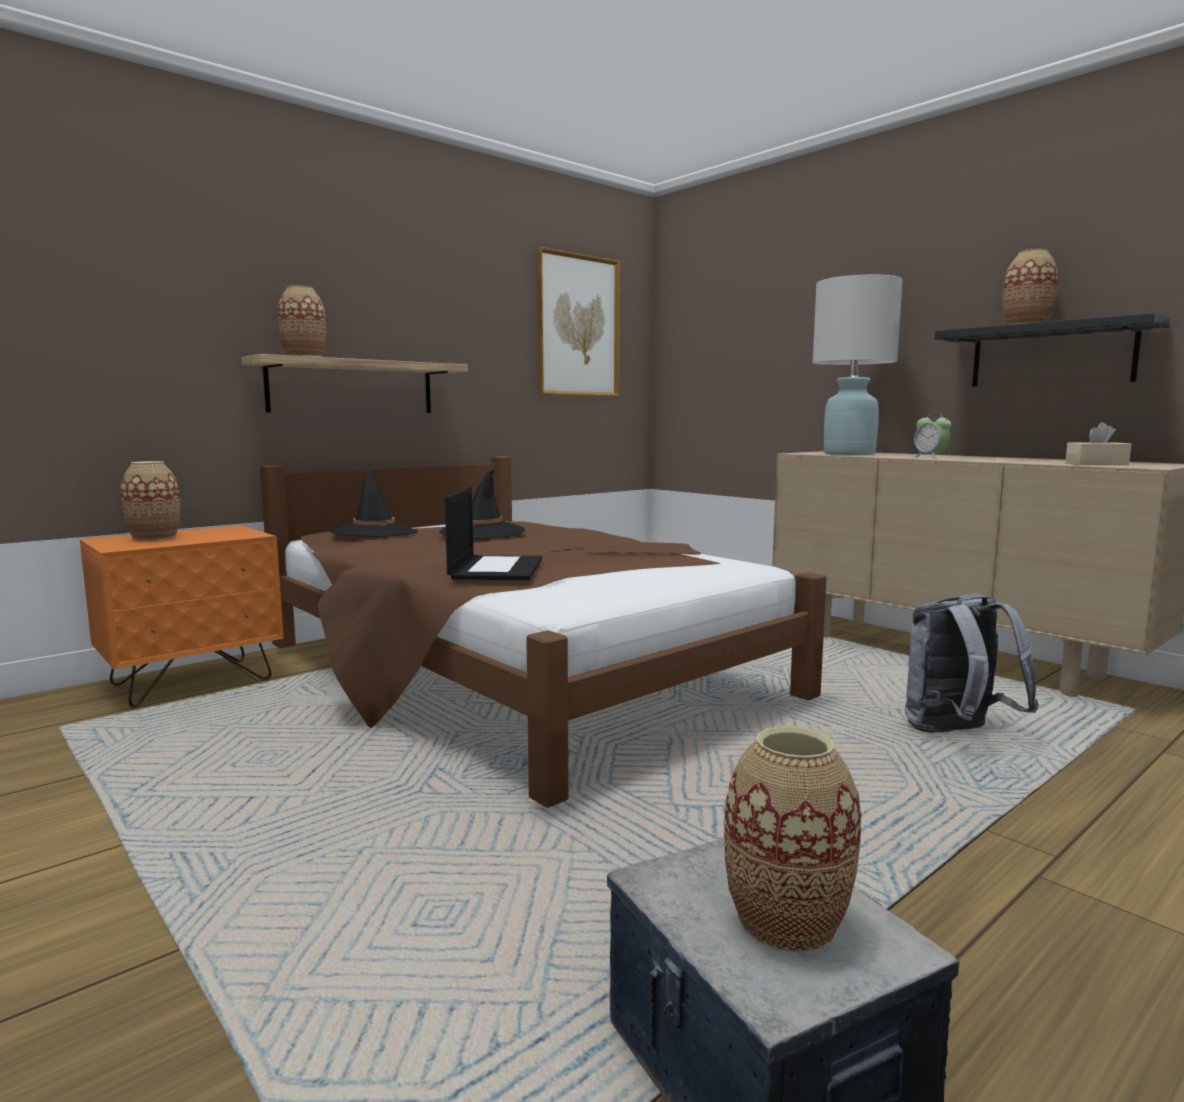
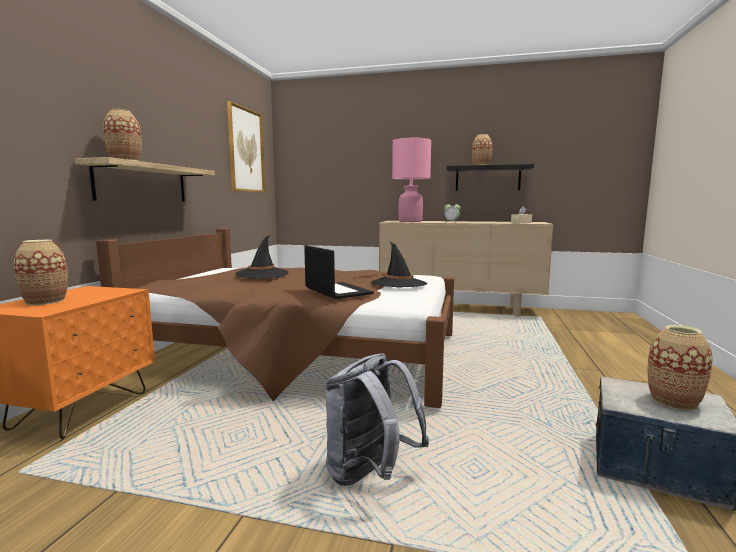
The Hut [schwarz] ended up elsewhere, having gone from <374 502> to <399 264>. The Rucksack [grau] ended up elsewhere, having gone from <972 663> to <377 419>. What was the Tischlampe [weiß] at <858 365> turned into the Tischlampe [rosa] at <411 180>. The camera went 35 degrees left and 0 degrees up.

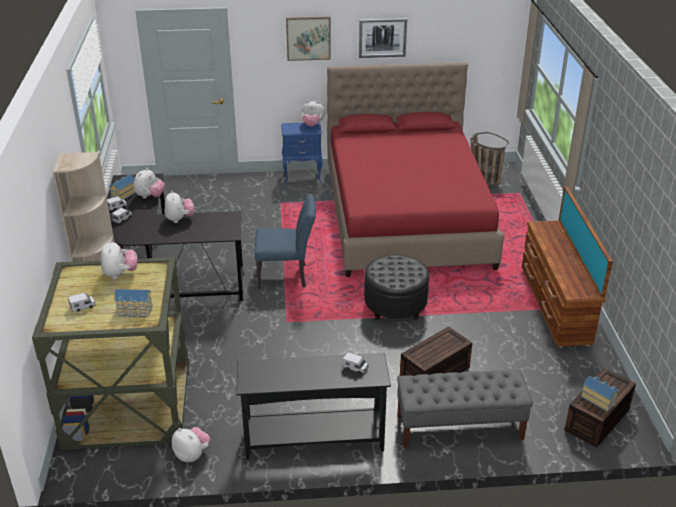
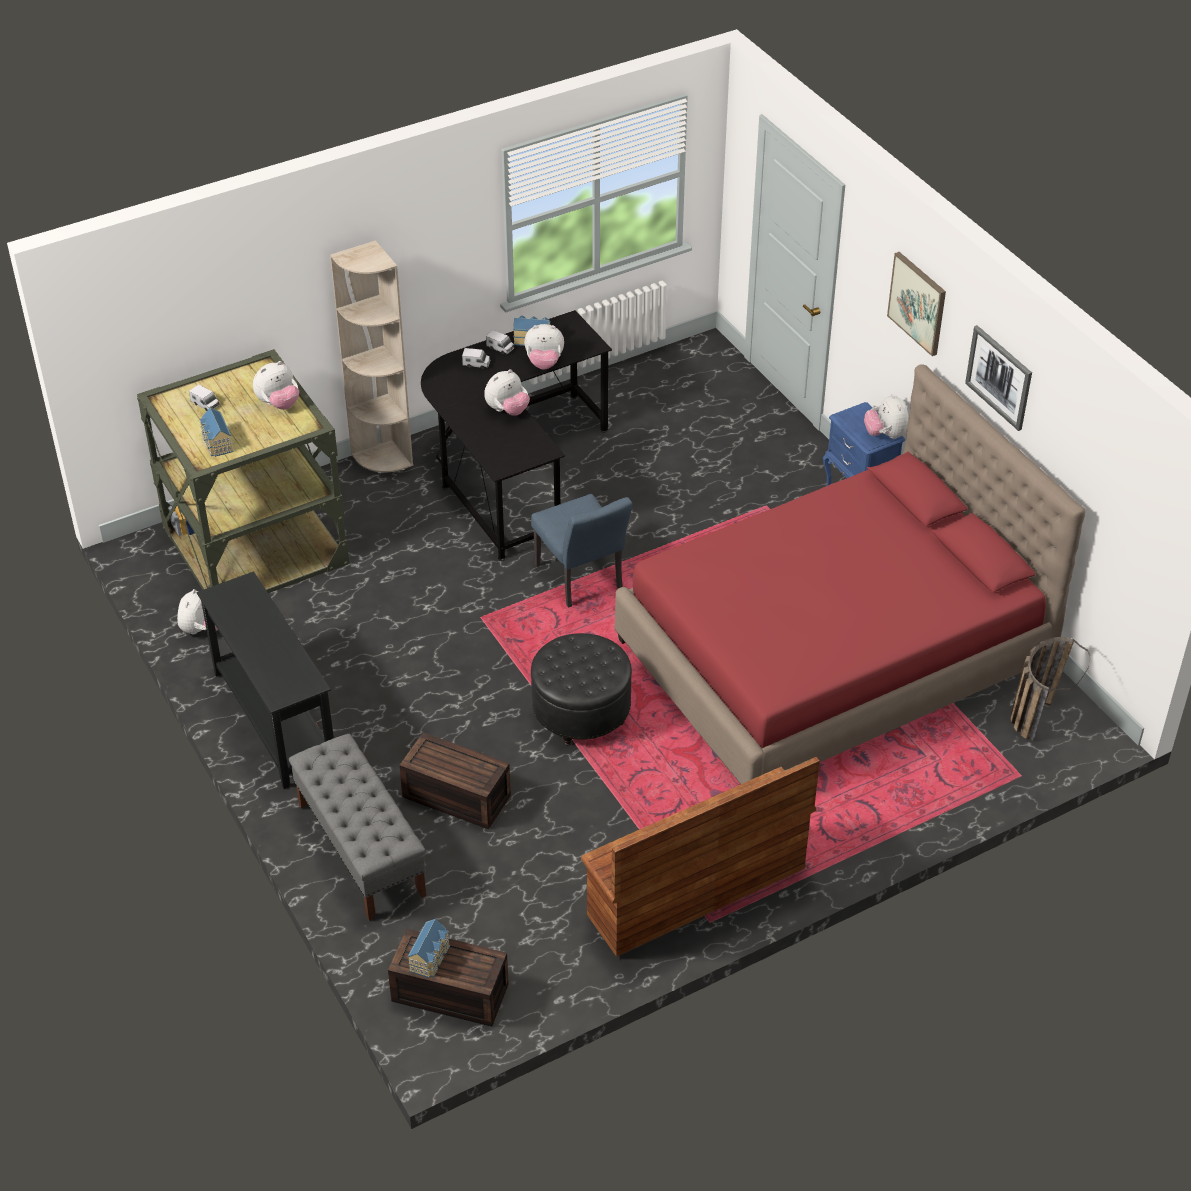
The second view lost the Spielzeuglaster at <355 363>. The camera went 65 degrees right and 10 degrees up.

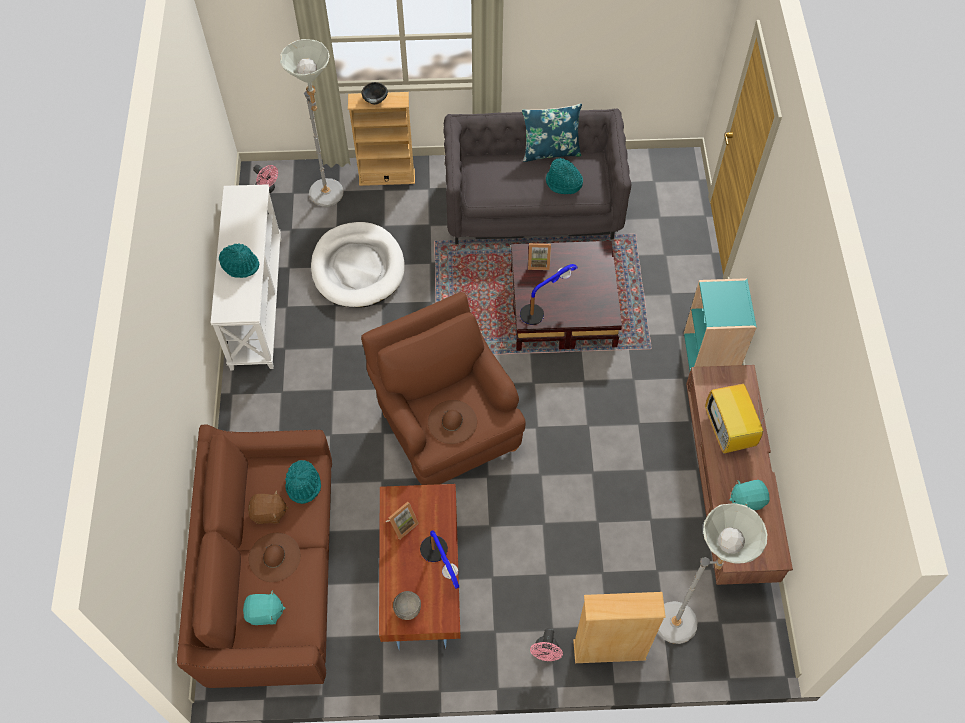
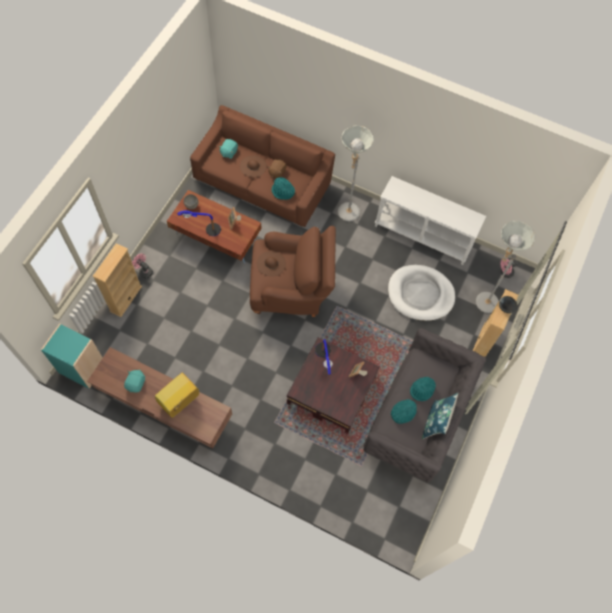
The Hut [türkis] ended up elsewhere, having gone from <239 261> to <423 389>. The Stehlampe [grau] ended up elsewhere, having gone from <712 573> to <356 173>. The Bücherregal [türkis] ended up elsewhere, having gone from <720 324> to <72 356>. The Fernseher at <736 418> ended up facing another way, 60 degrees counterclockwise from before. The camera went 115 degrees right and 5 degrees up.

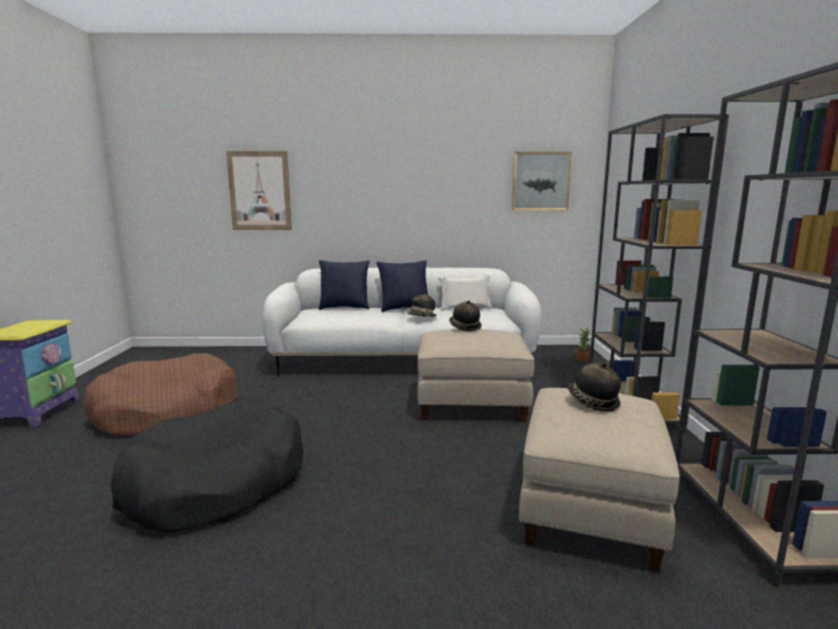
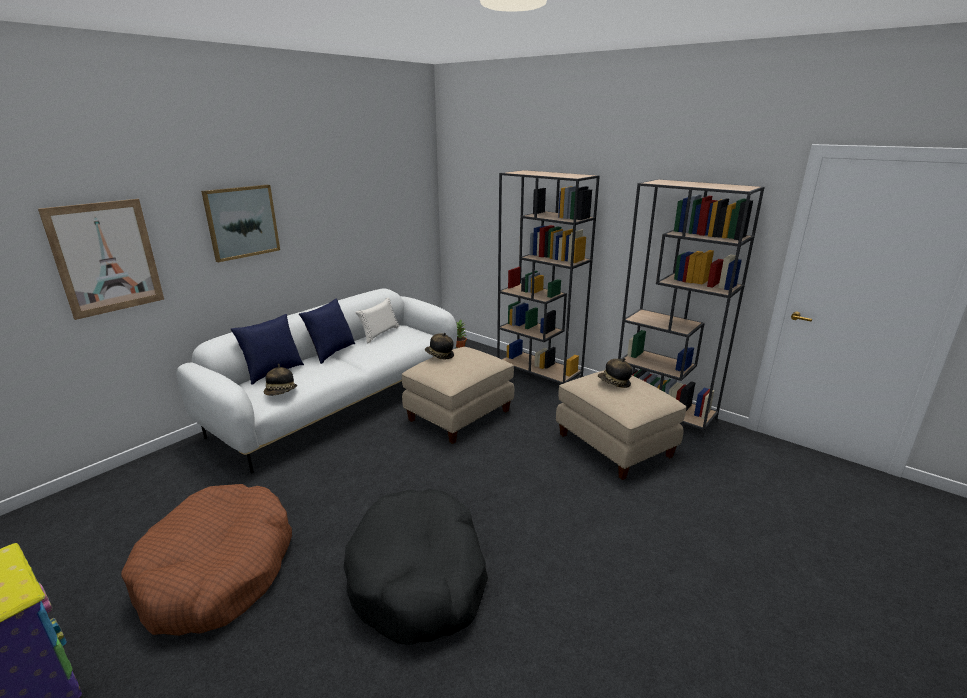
The Hut ended up elsewhere, having gone from <422 304> to <280 380>. The Bild ended up elsewhere, having gone from <542 181> to <240 223>. The camera went 50 degrees left and 10 degrees up.

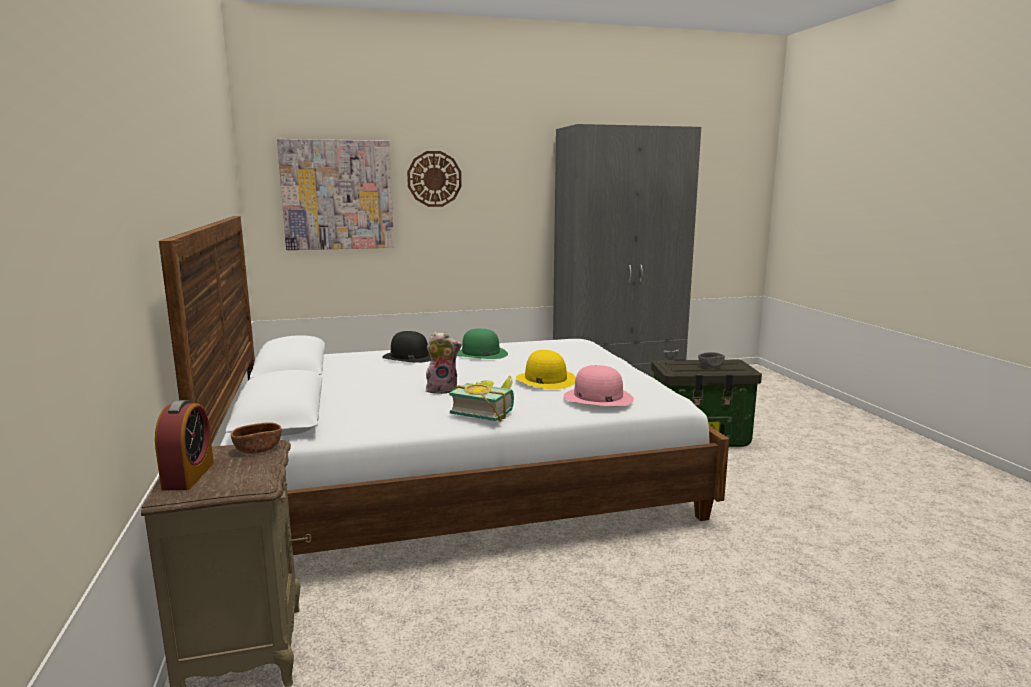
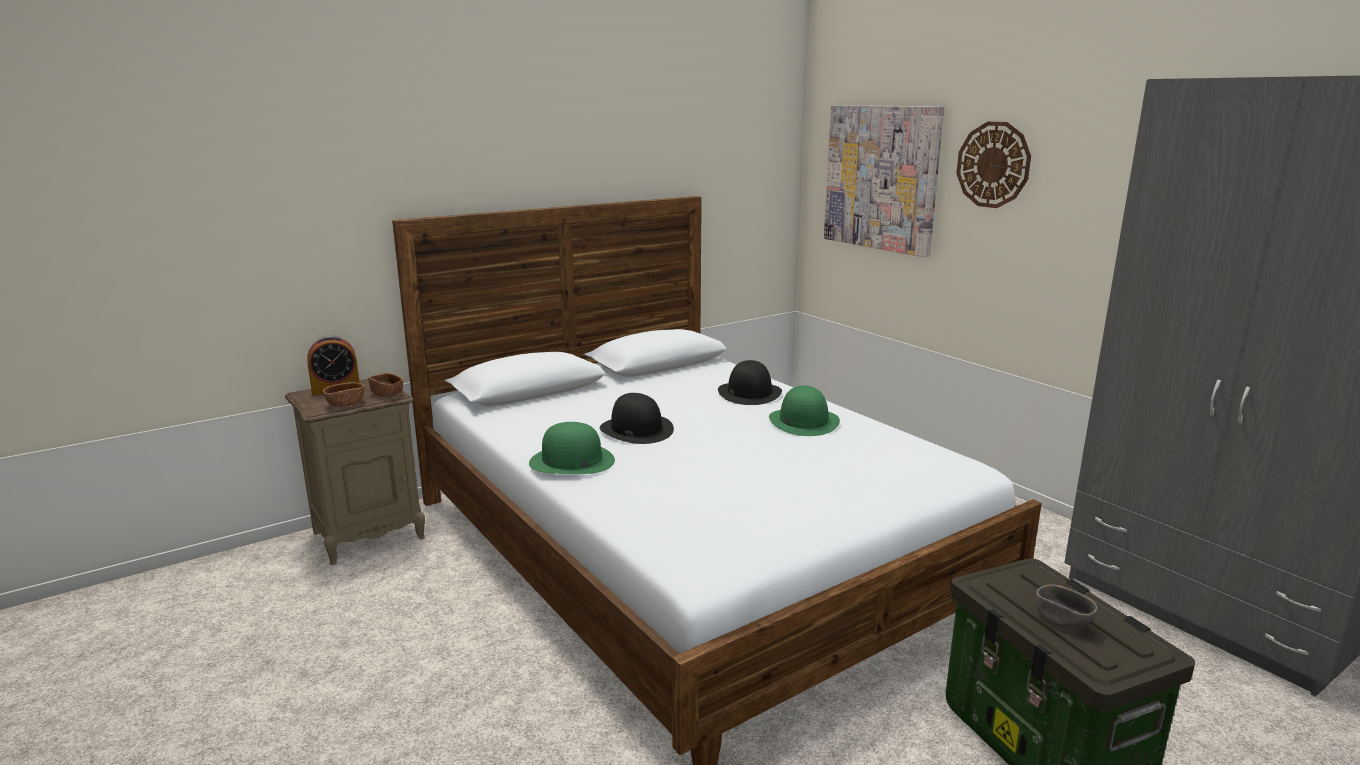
The second view lost the Hut [gelb] at <546 369>. The second view lost the Hut [rosa] at <599 385>. The second view gained the Schüssel [braun] at <343 394>. Where the Plüschtier stood at <444 363>, the Hut [schwarz] came to stand at <637 418>. Where the Buch stood at <481 399>, the Hut [grün] came to stand at <572 448>. The camera went 70 degrees right and 5 degrees up.

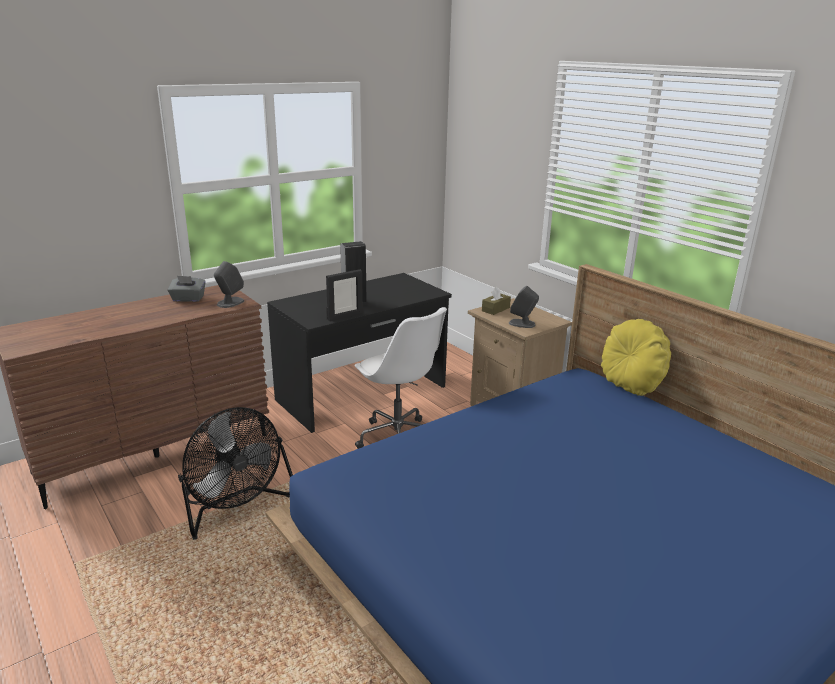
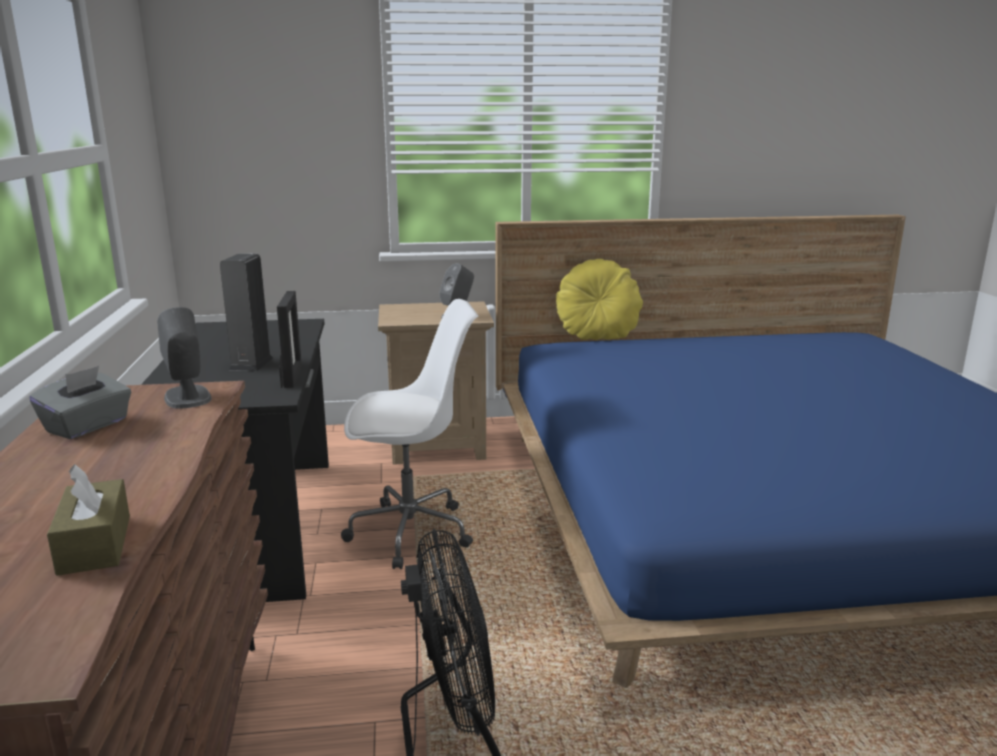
The Taschentuchbox [braun] ended up elsewhere, having gone from <496 301> to <88 520>. The camera went 60 degrees left and 5 degrees down.

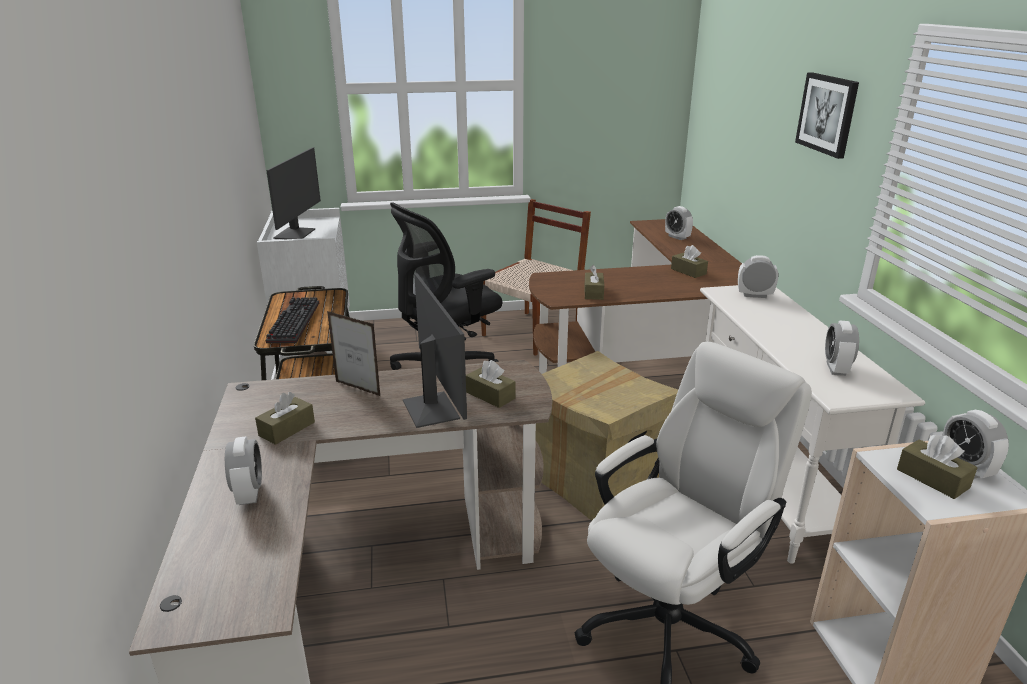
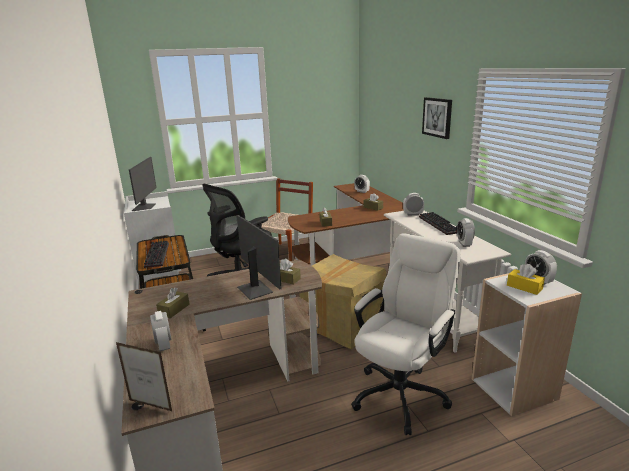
The second view gained the Tastatur at <438 223>. The Bilderrahmen ended up elsewhere, having gone from <353 353> to <144 377>. What was the Taschentuchbox [braun] at <937 467> turned into the Taschentuchbox [gelb] at <526 279>. The camera went 10 degrees left and 5 degrees down.

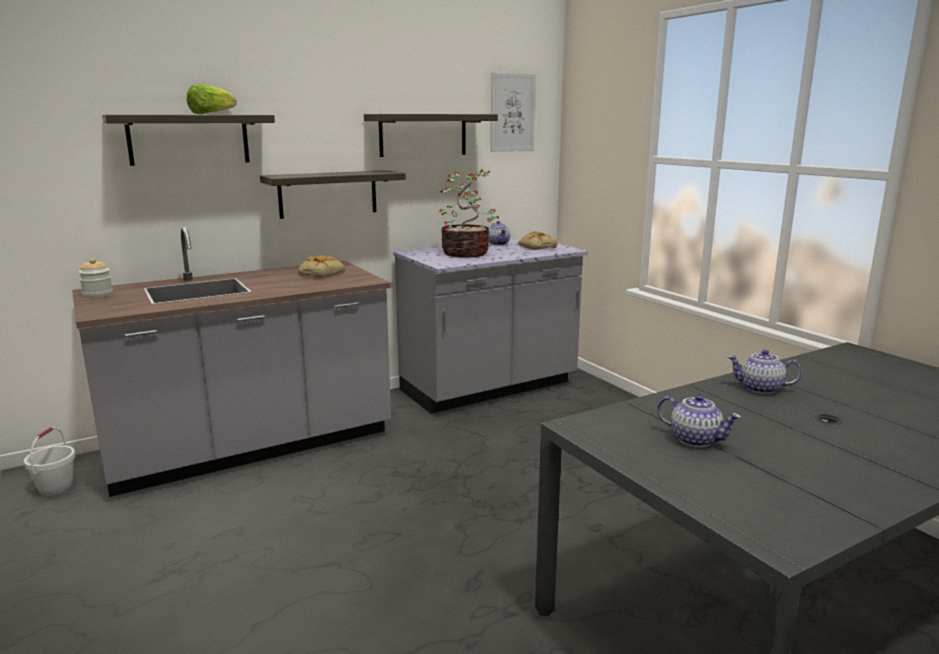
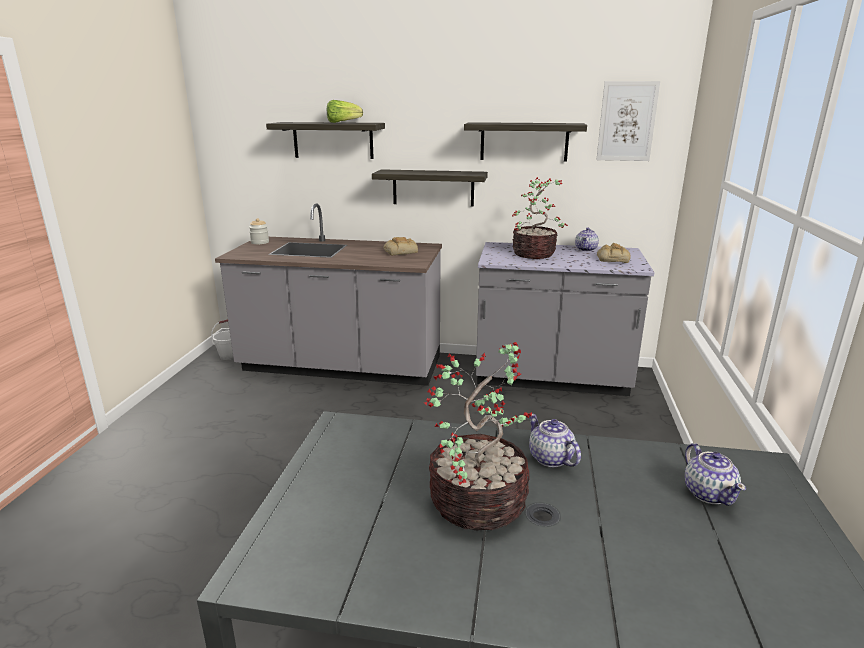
The second view gained the Topfpflanze at <478 436>. The Teekanne ended up elsewhere, having gone from <699 420> to <715 474>. The camera went 40 degrees right and 5 degrees up.

